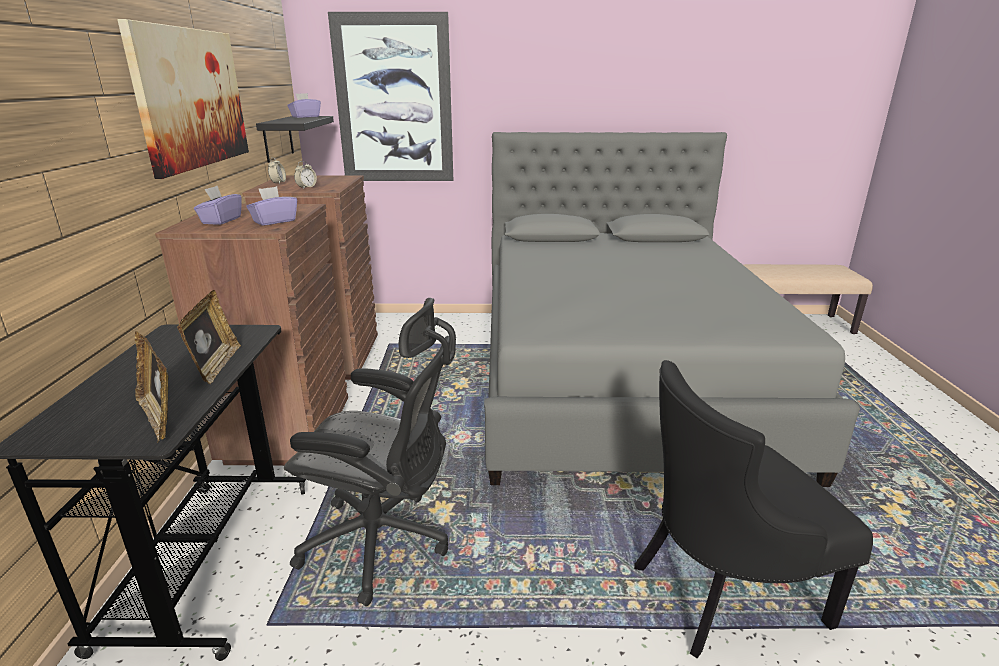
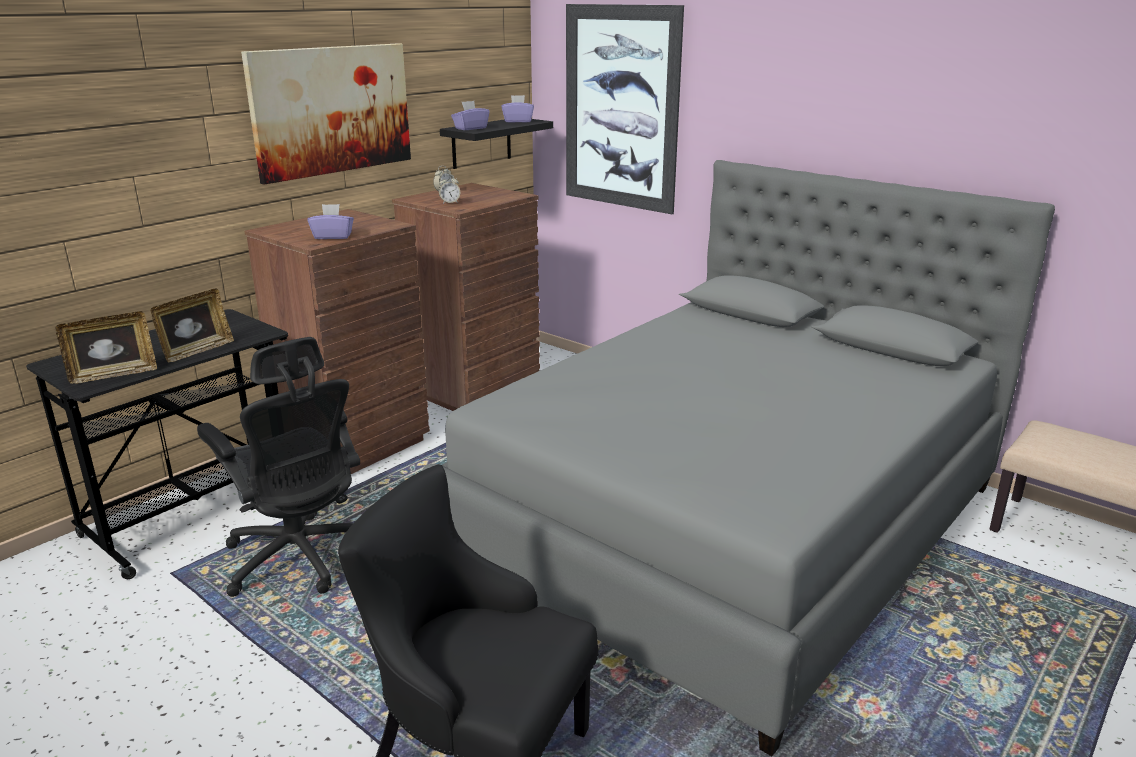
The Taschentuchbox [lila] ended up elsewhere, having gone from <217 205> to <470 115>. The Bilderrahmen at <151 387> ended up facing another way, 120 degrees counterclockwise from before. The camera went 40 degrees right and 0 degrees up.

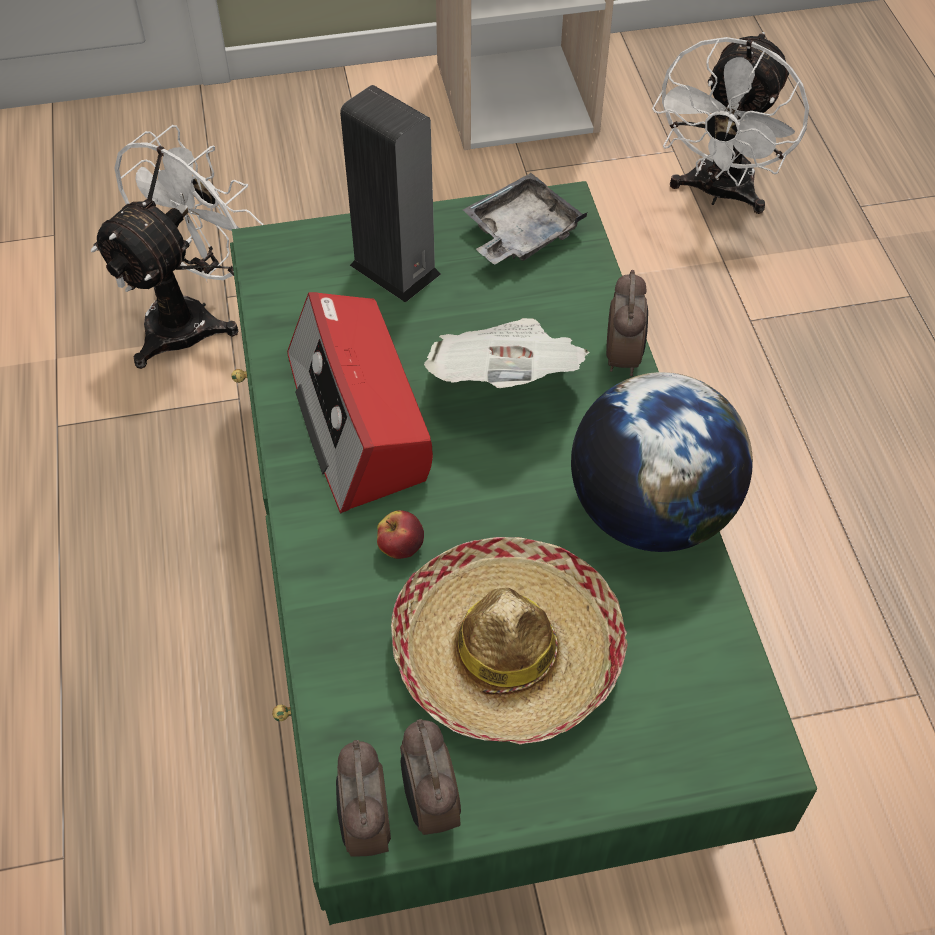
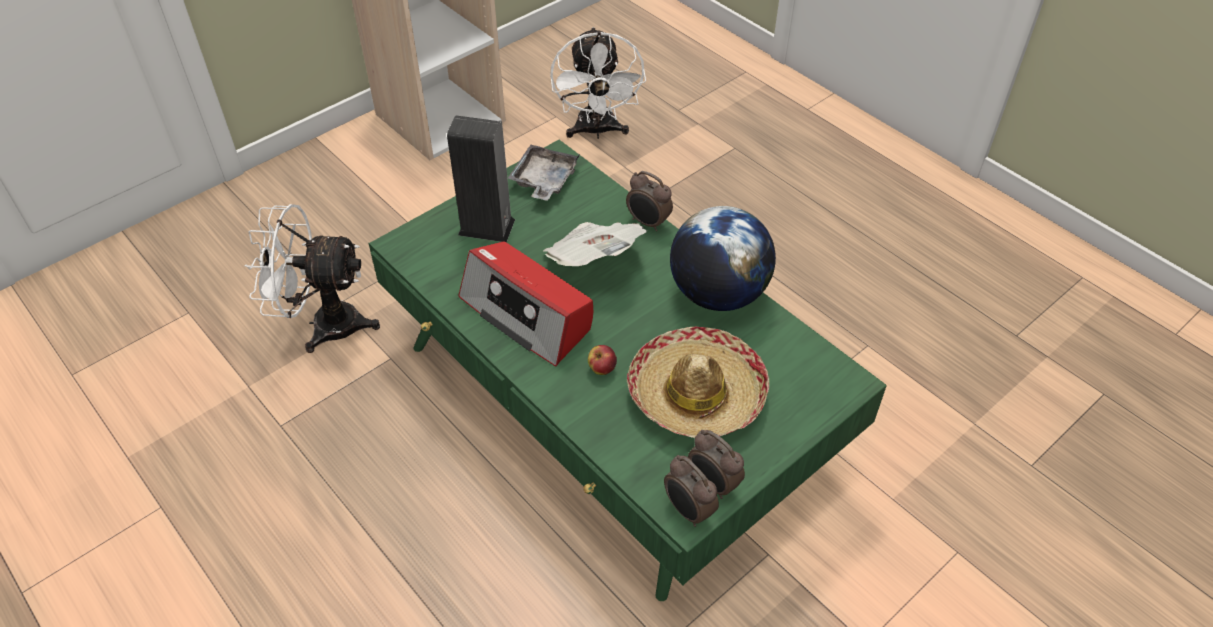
The Ventilator [weiß] at <177 247> ended up facing another way, 90 degrees counterclockwise from before. The Wecker at <627 323> ended up facing another way, 150 degrees clockwise from before. The camera went 30 degrees left and 5 degrees down.

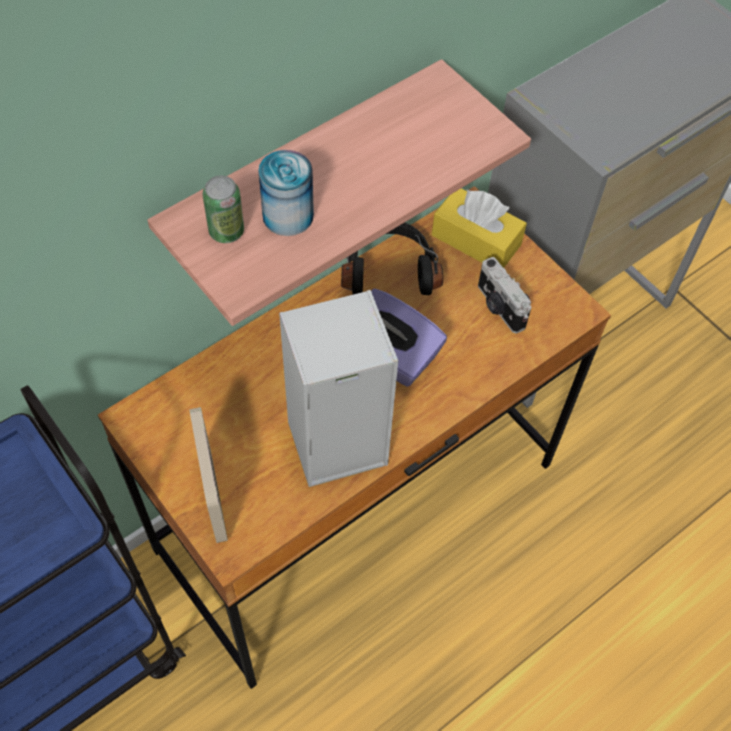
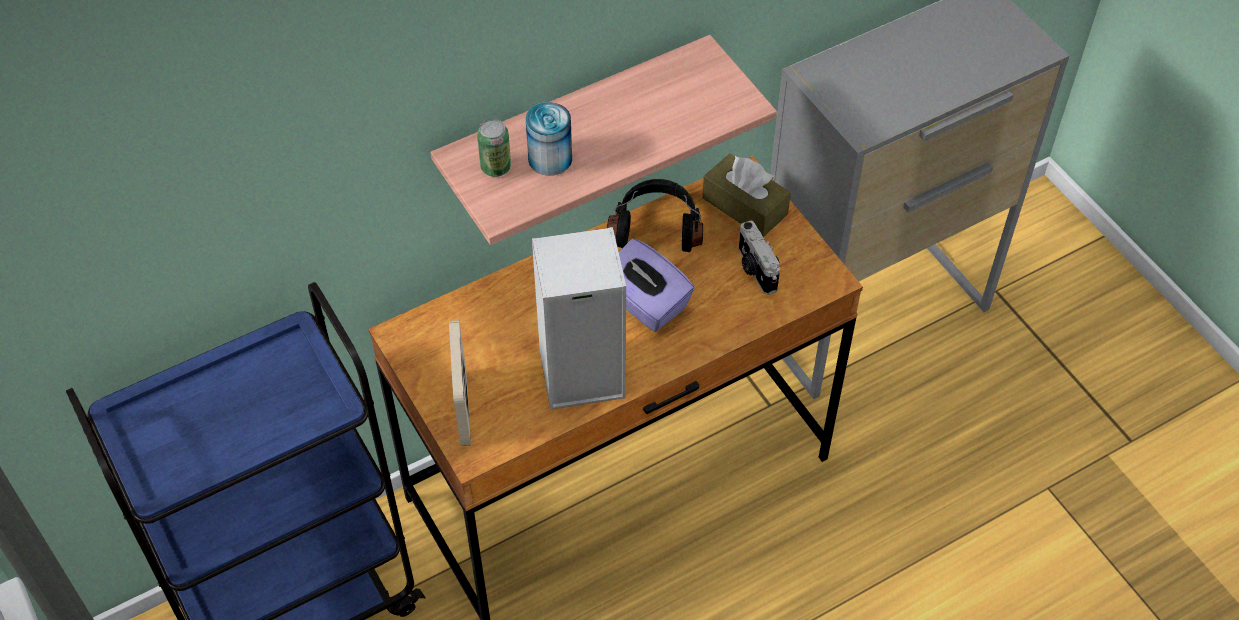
What was the Taschentuchbox [gelb] at <479 228> turned into the Taschentuchbox [braun] at <746 195>. The camera went 10 degrees right and 5 degrees down.

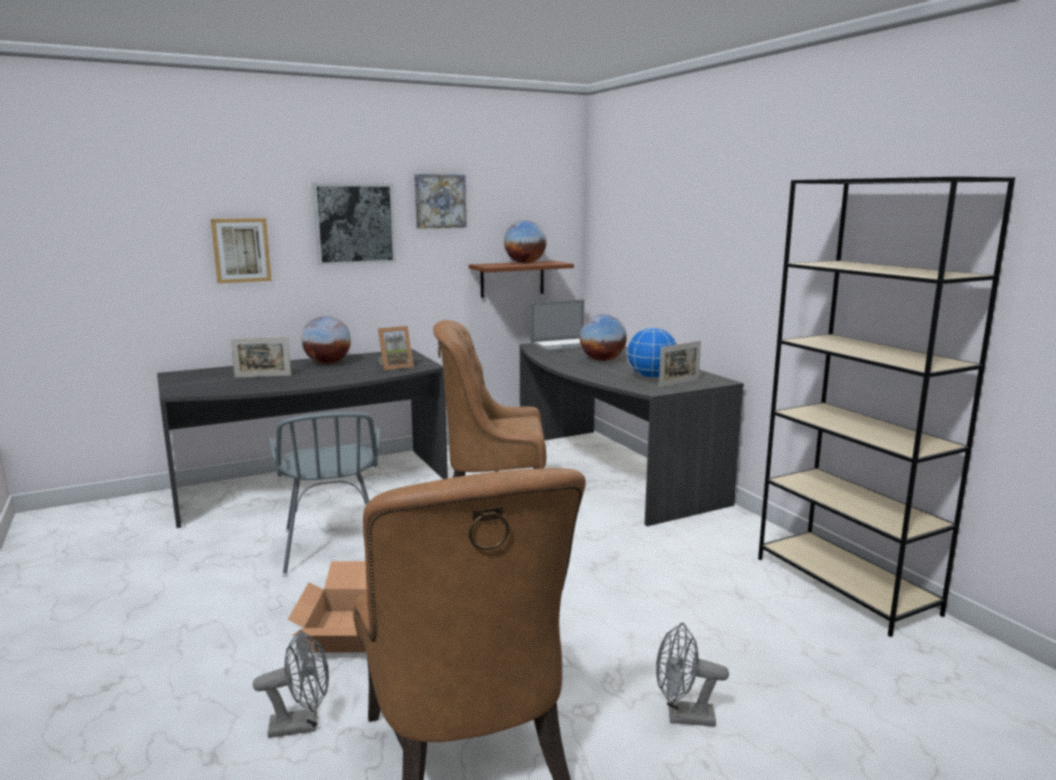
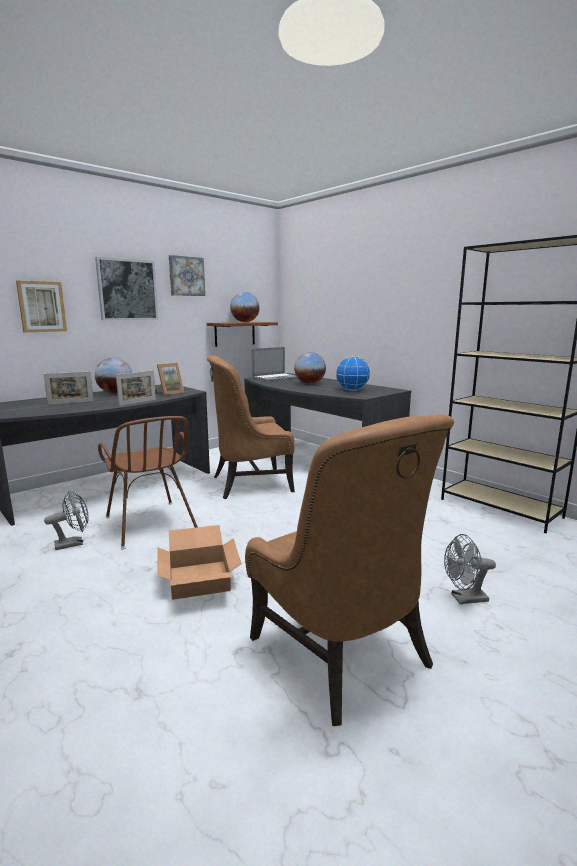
The Ventilator [grau] ended up elsewhere, having gone from <291 684> to <66 520>. The Bilderrahmen ended up elsewhere, having gone from <680 364> to <136 388>. What was the Stuhl [grau] at <324 494> turned into the Stuhl [braun] at <148 482>. The camera went 15 degrees left and 0 degrees up.

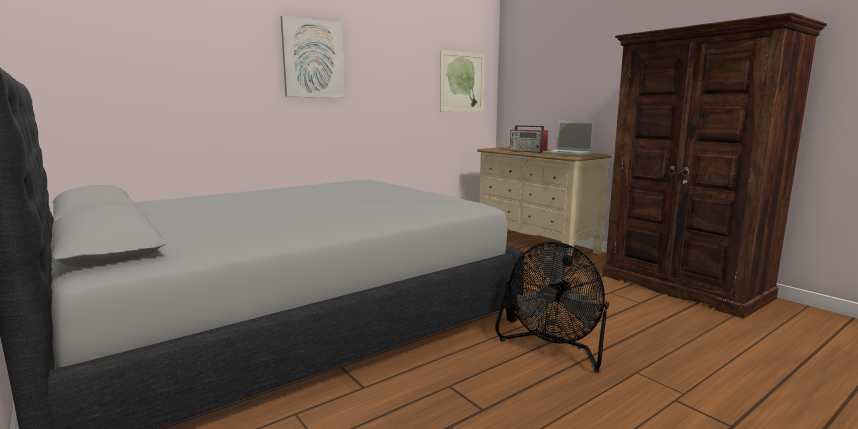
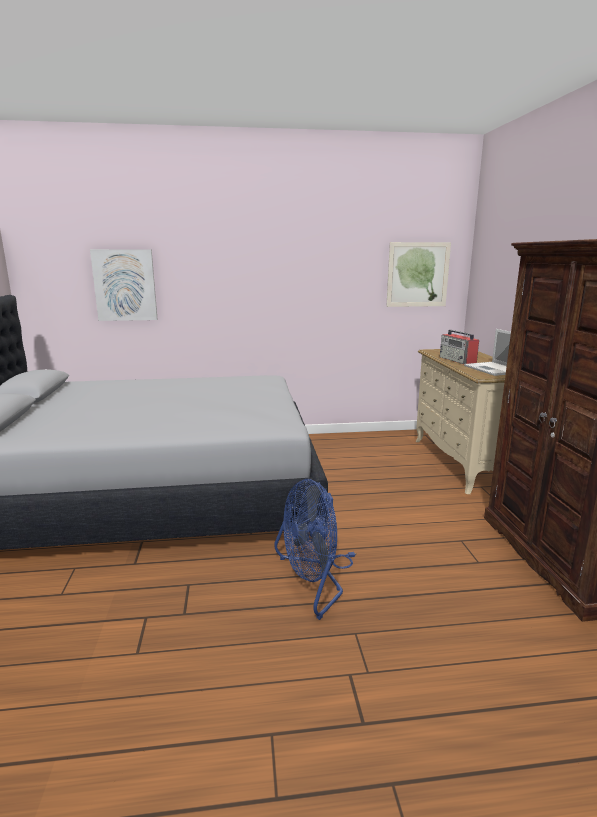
The Bild ended up elsewhere, having gone from <313 57> to <124 285>. What was the Ventilator [schwarz] at <552 307> turned into the Ventilator [blau] at <315 549>. The camera went 30 degrees right and 5 degrees up.

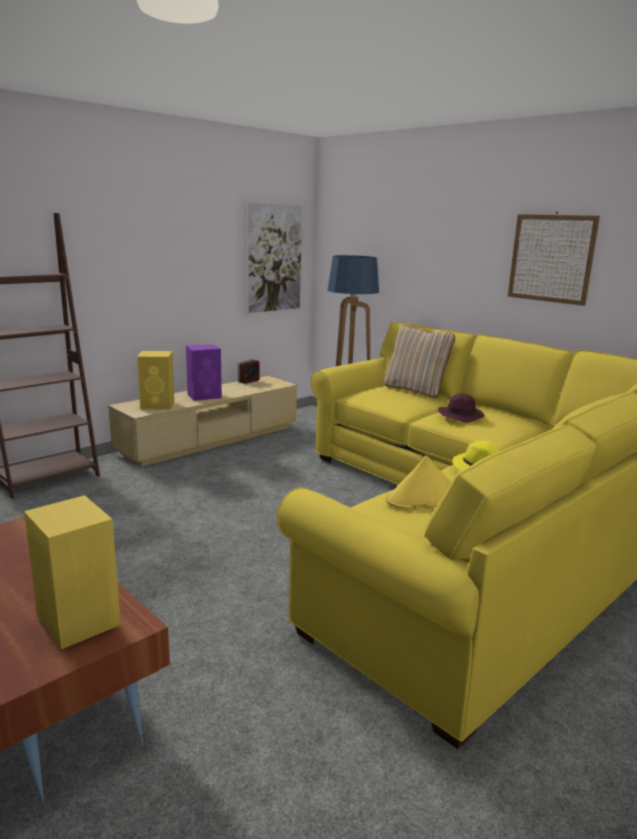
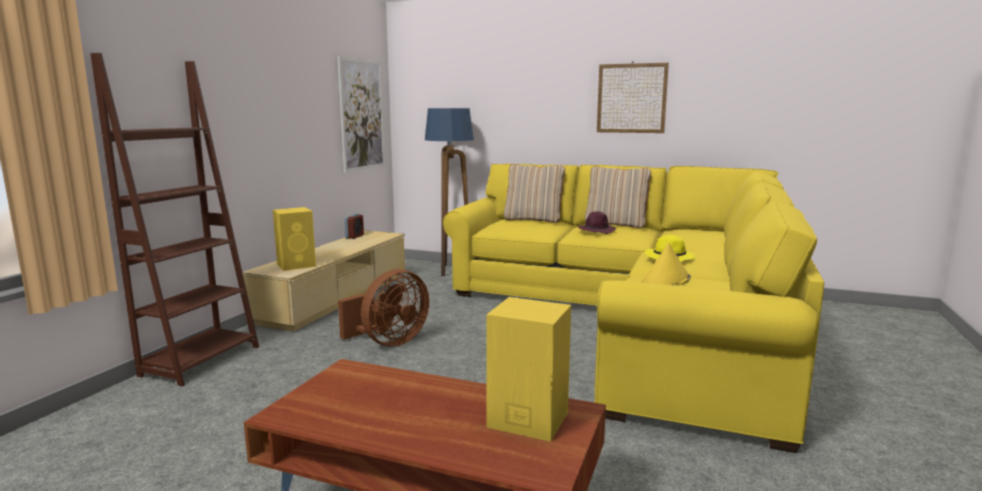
The second view lost the Lautsprecher [lila] at <204 372>. The second view gained the Ventilator [braun] at <383 307>. The second view gained the Kissen [beige] at <618 197>. The camera went 25 degrees left and 5 degrees down.

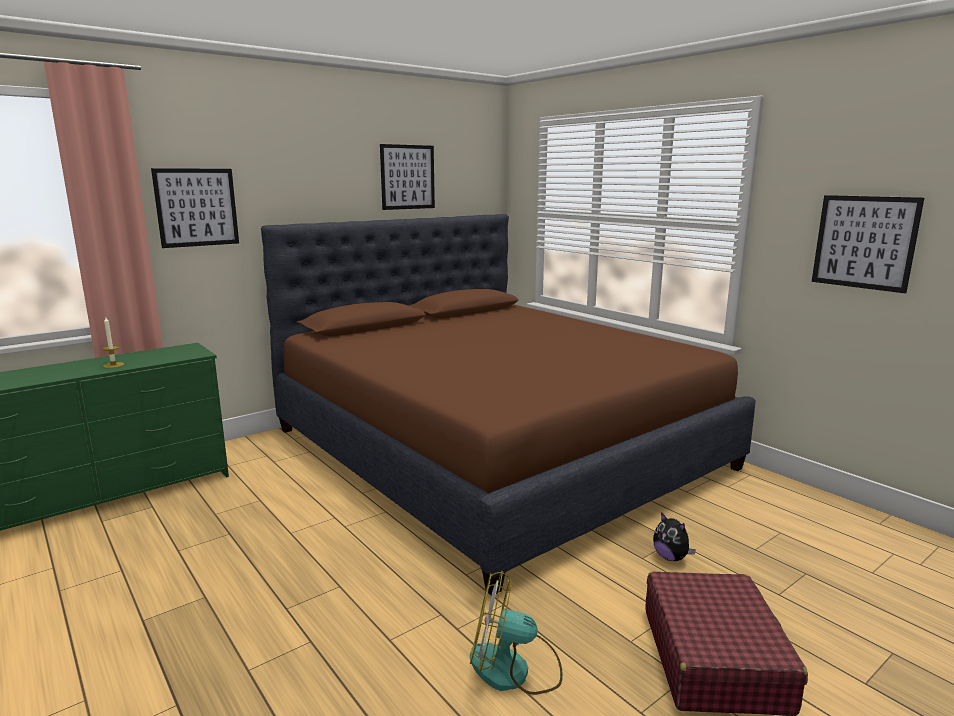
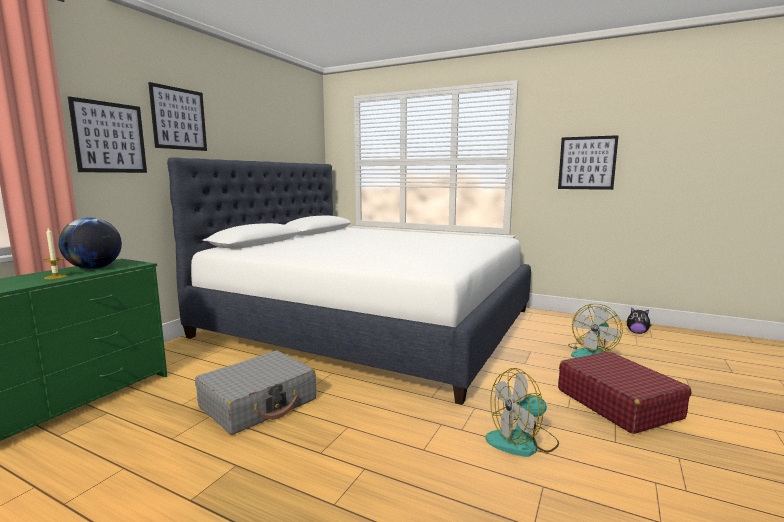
The second view gained the Globus at <90 243>. The second view gained the Koffer [grau] at <255 393>. The second view gained the Ventilator at <595 331>. The Bild ended up elsewhere, having gone from <407 177> to <177 116>. The Plüschtier ended up elsewhere, having gone from <674 536> to <639 320>. What was the Bett [braun] at <508 404> turned into the Bett [weiß] at <349 281>. The camera went 25 degrees left and 5 degrees down.

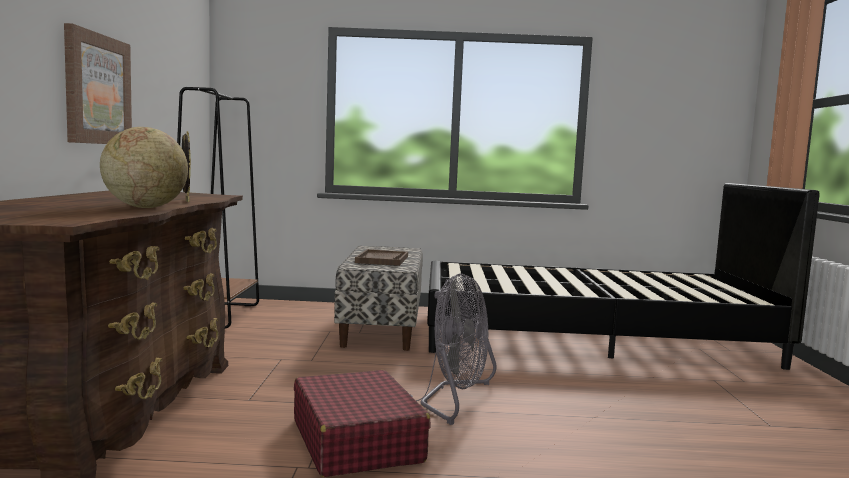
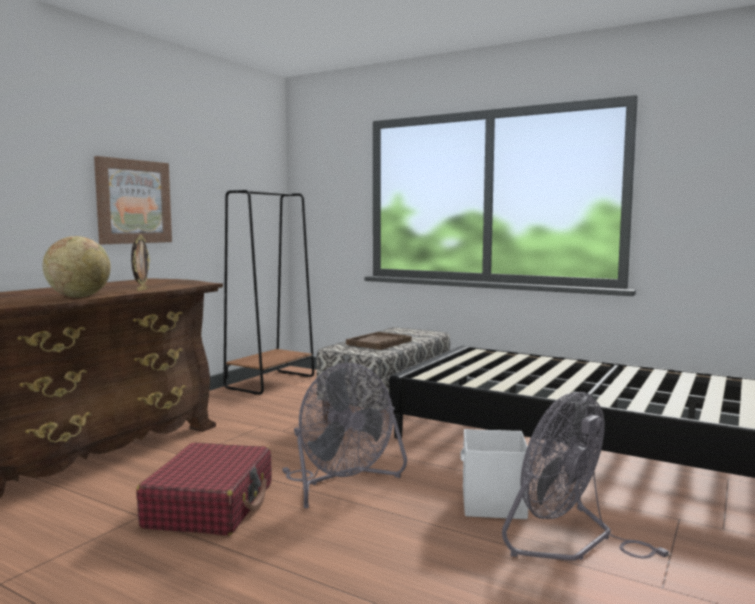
The second view gained the Aufbewahrungsbox [weiß] at <495 474>. The second view gained the Ventilator [grau] at <586 476>. The camera went 30 degrees right and 0 degrees up.

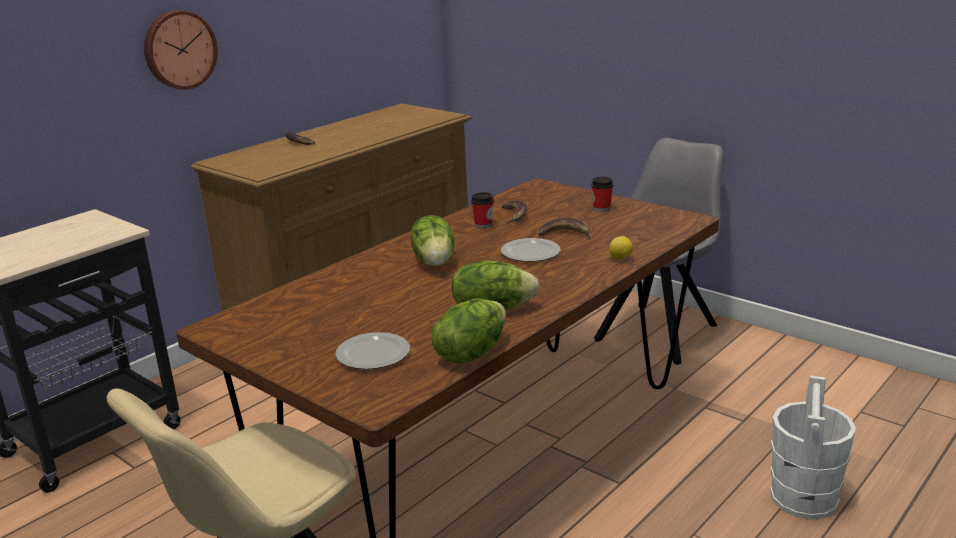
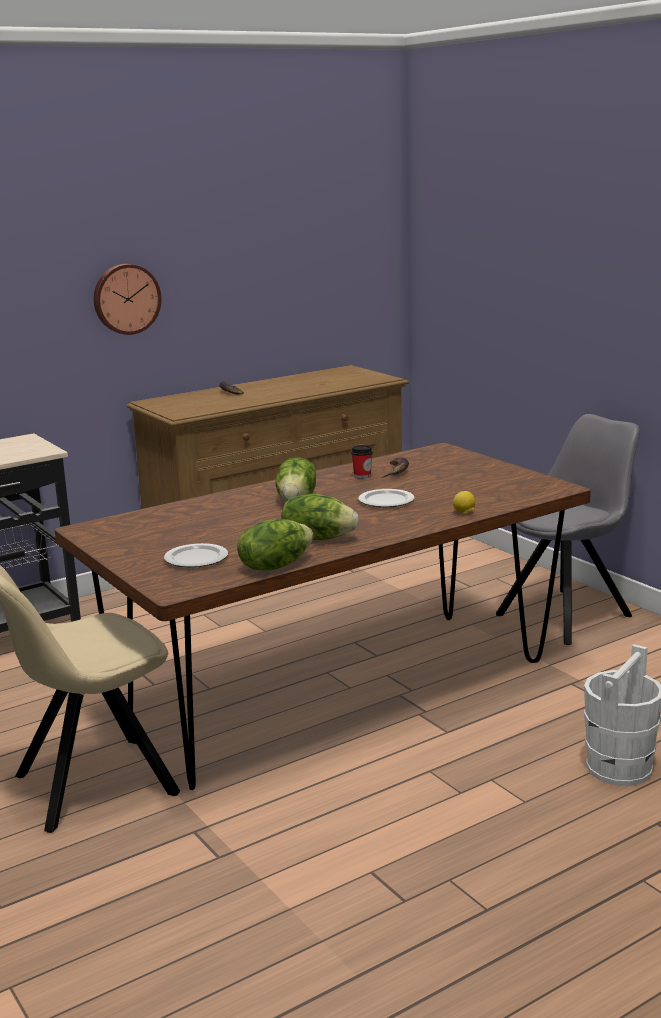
The second view lost the Banane at <564 228>. The second view lost the Tasse at <602 194>. The camera went 15 degrees right and 5 degrees down.

